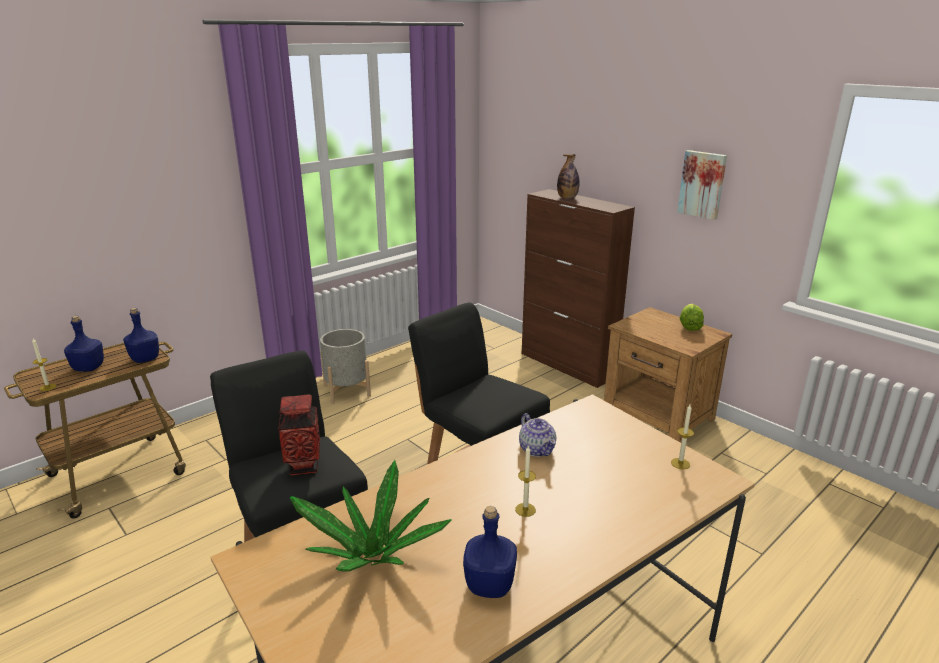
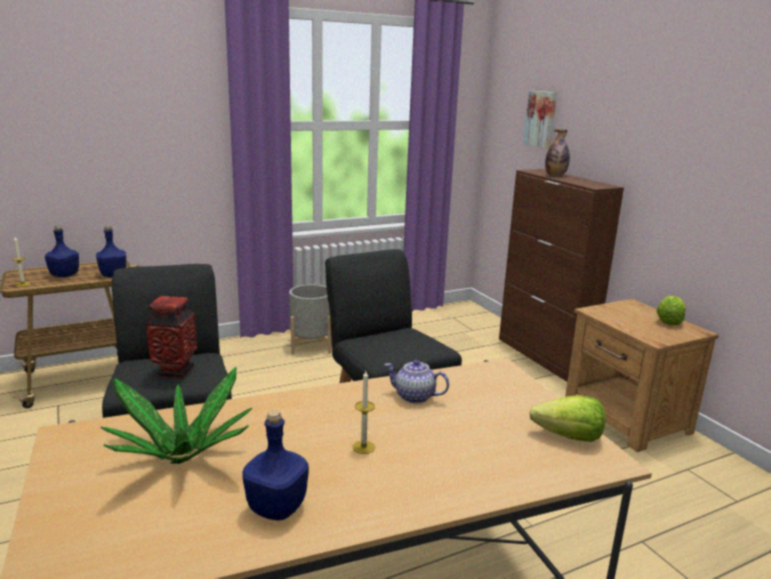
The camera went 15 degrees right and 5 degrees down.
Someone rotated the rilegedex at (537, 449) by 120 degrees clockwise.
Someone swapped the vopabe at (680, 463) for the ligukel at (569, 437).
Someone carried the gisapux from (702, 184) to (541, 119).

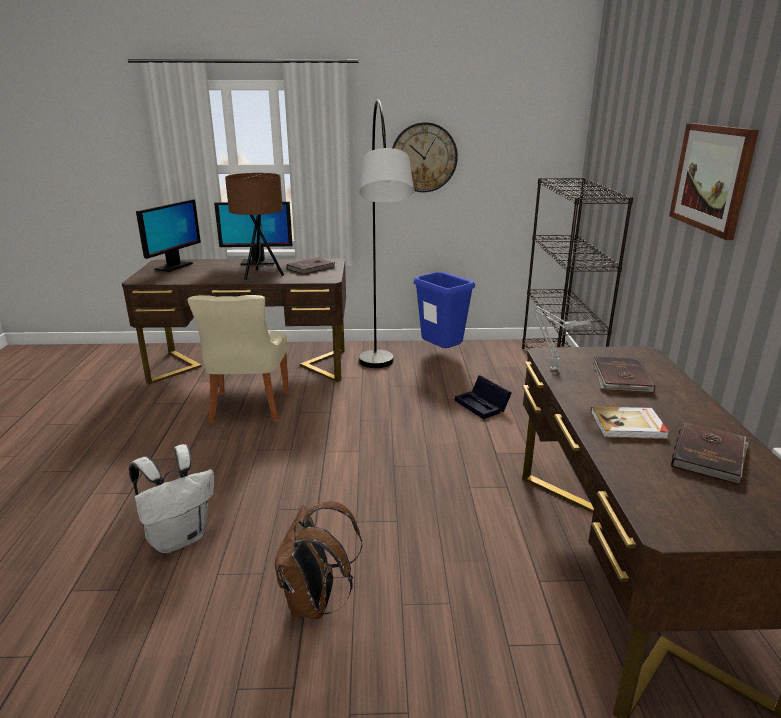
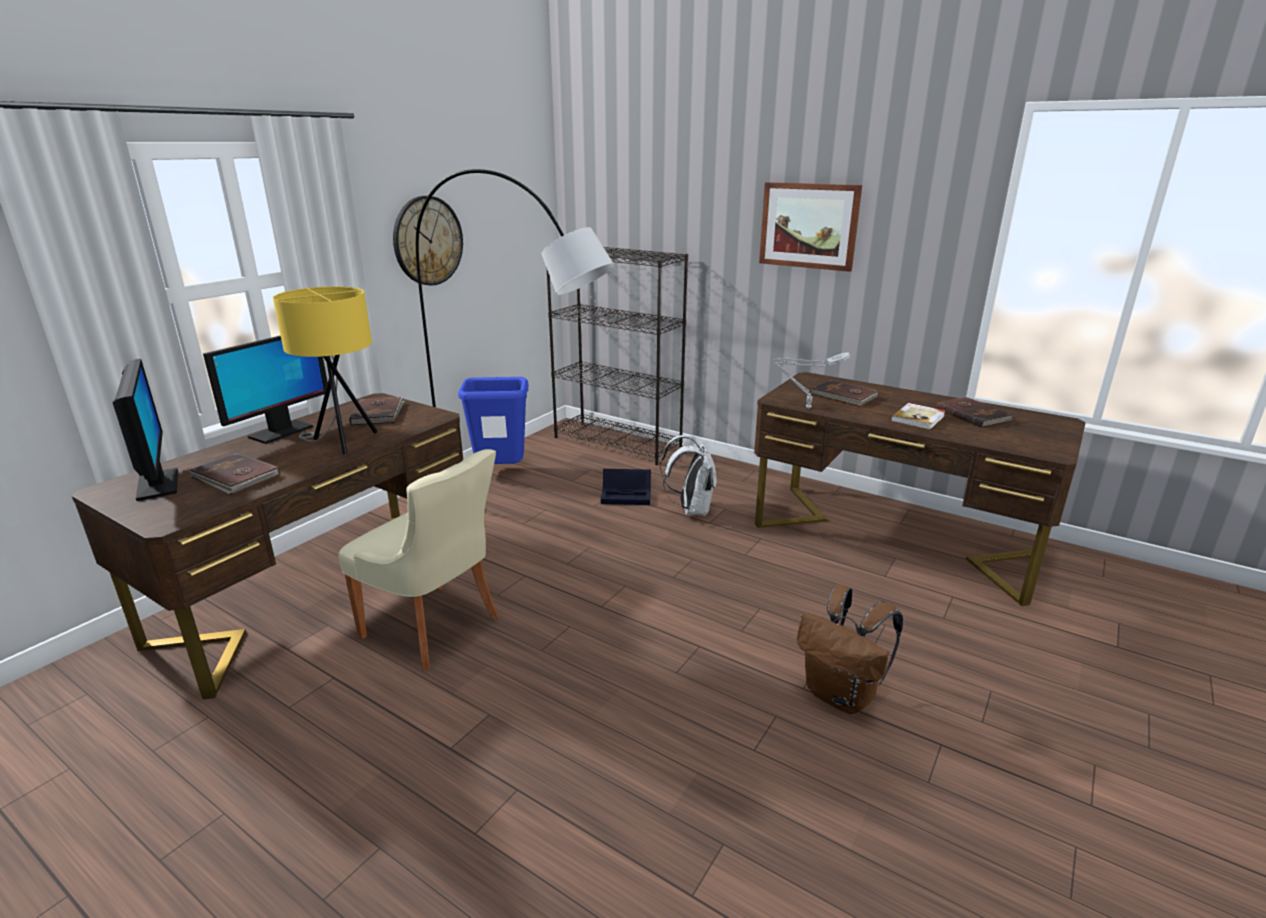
The camera went 55 degrees left and 0 degrees up.
Someone carried the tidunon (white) from (179, 537) to (691, 510).
Someone repainted the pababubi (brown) at (261, 275), which became the pababubi (yellow) at (343, 442).
Someone put down the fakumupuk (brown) at (235, 477).

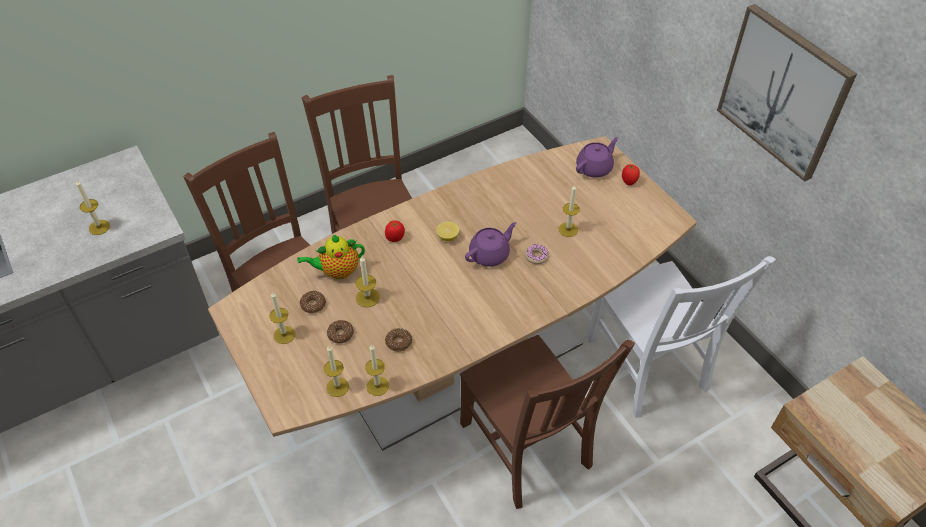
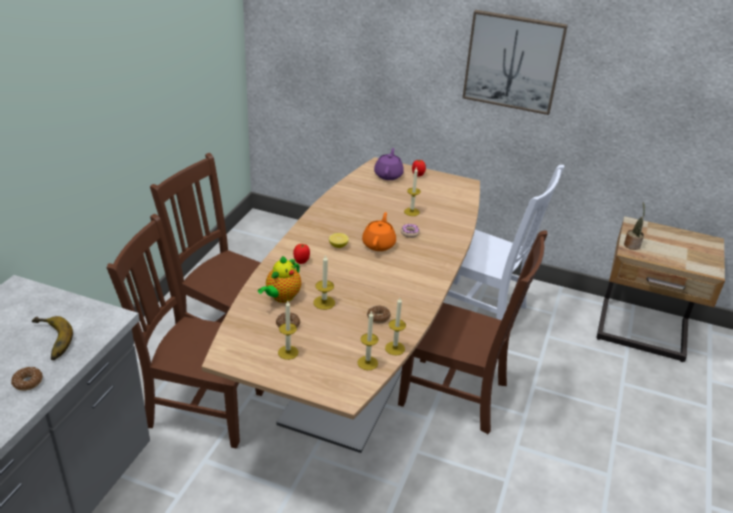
The camera went 40 degrees left and 15 degrees down.
Someone swapped the vopabe at (99, 227) for the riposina at (48, 341).
Someone carried the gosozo from (340, 334) to (28, 382).
Someone repainted the rilegedex (purple) at (490, 255), which became the rilegedex (orange) at (379, 244).
Someone put down the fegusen at (632, 244).

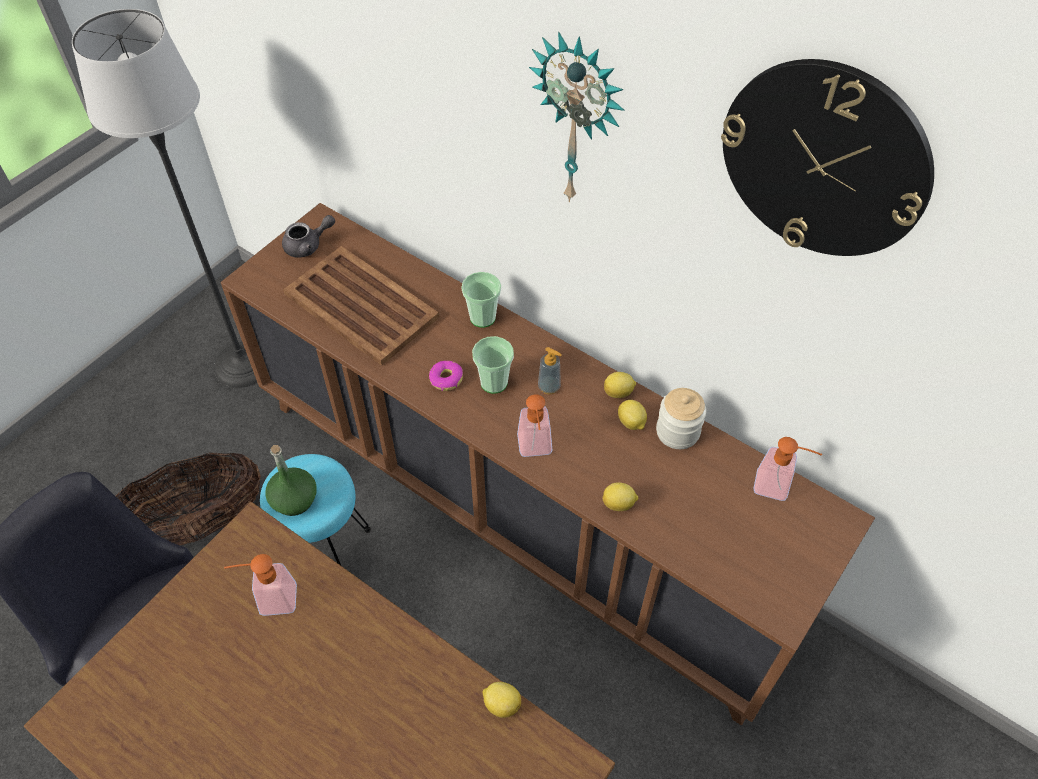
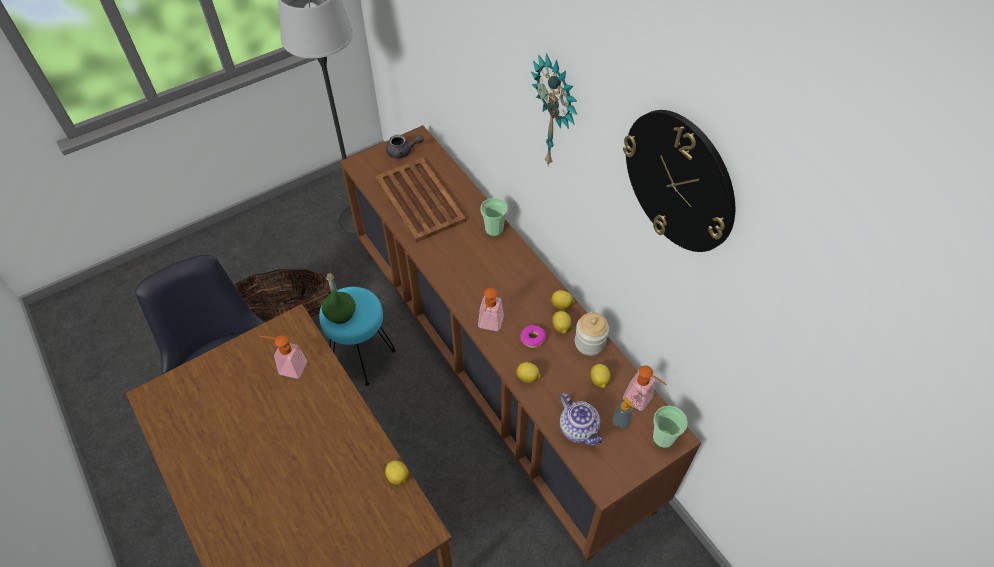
The camera went 20 degrees right and 0 degrees up.
Someone carried the gosozo from (446, 379) to (532, 338).
Someone carried the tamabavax from (494, 382) to (663, 438).
Someone carried the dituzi from (549, 387) to (620, 422).
Someone put down the rilegedex at (579, 429).
Someone put down the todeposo at (599, 380).

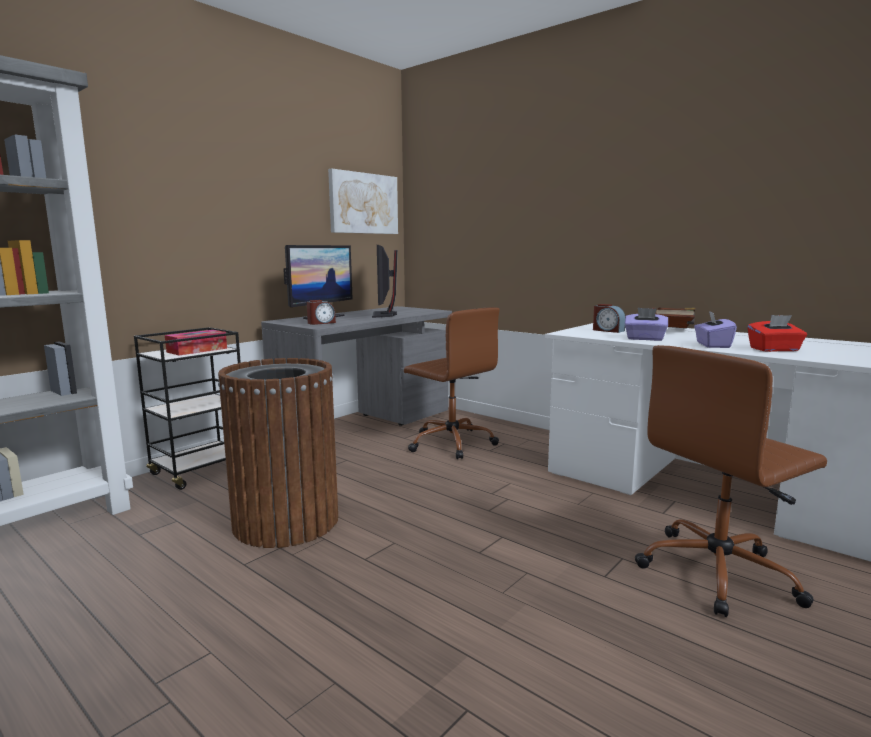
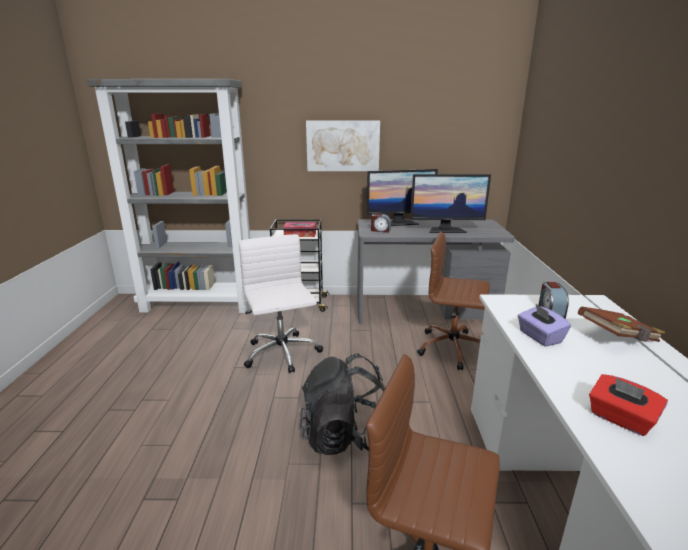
The camera went 50 degrees right and 10 degrees up.
Someone swapped the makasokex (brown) at (286, 521) for the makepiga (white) at (282, 354).
Someone carried the gisapux from (363, 203) to (343, 146).
Someone rotated the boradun at (384, 315) by 135 degrees counterclockwise.
Someone rotated the makepiga (brown) at (451, 443) by 105 degrees clockwise.
Someone took away the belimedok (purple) at (712, 345).
Someone put down the tidunon (black) at (345, 437).

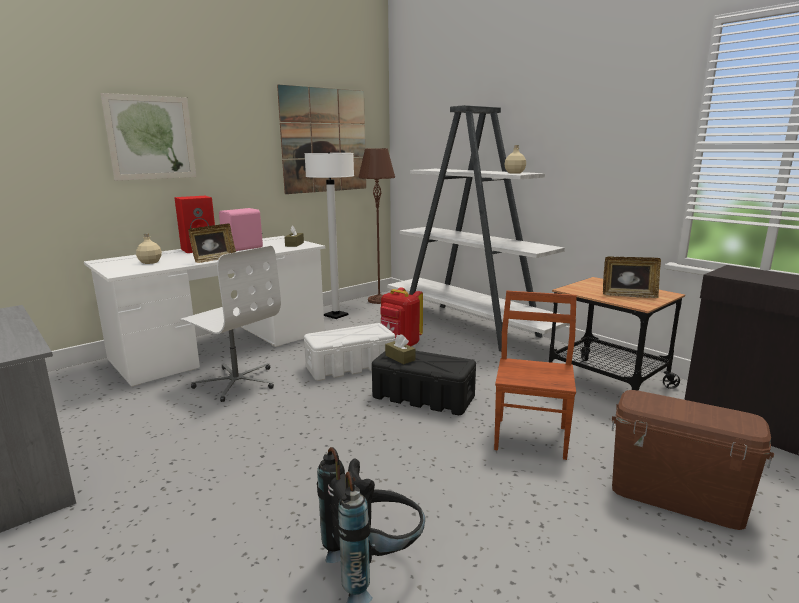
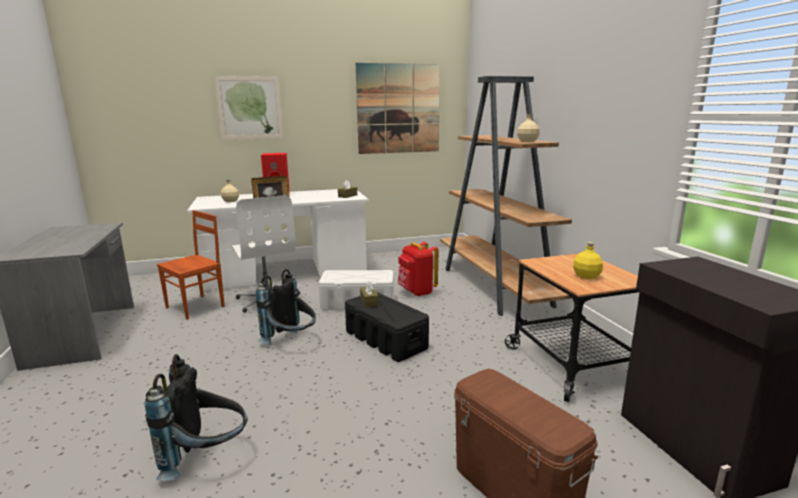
The camera went 25 degrees right and 0 degrees up.
Someone took away the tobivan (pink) at (244, 248).
Someone took away the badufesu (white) at (336, 315).
Someone took away the badufesu (brown) at (379, 300).
Someone repainted the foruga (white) at (471, 327), which became the foruga (brown) at (496, 287).
Someone carried the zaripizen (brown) from (532, 437) to (196, 307).
Someone swapped the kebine at (628, 295) for the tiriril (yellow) at (587, 276).
Someone put down the tidunon (black) at (291, 342).

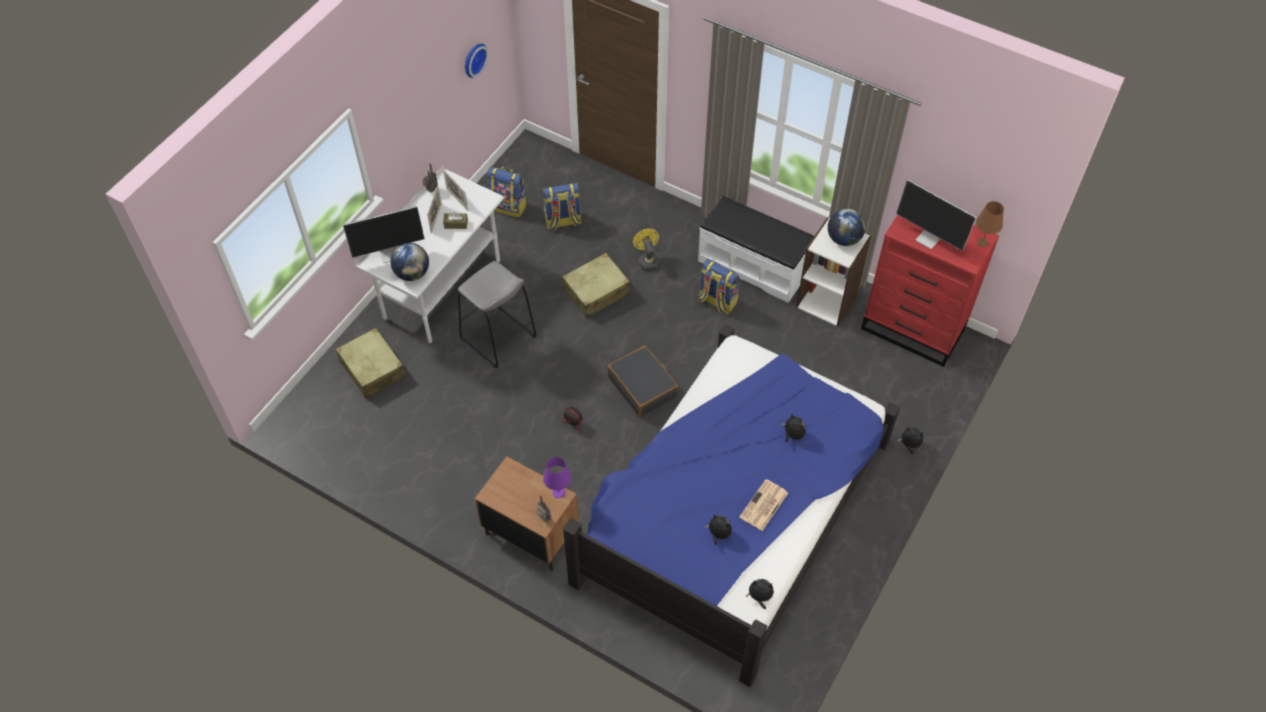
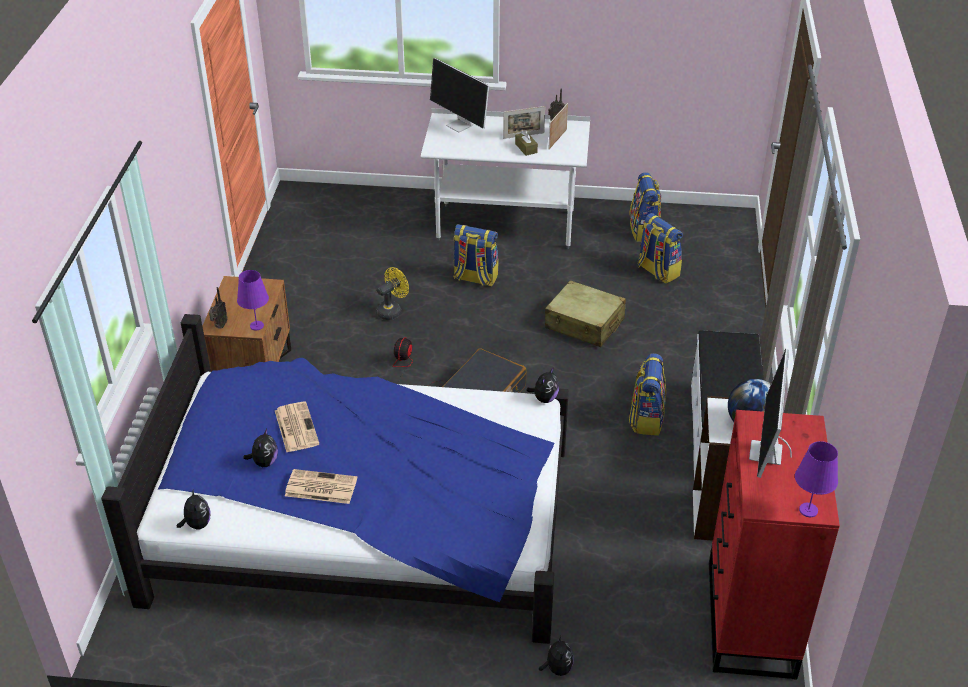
The camera went 65 degrees right and 15 degrees down.
Someone took away the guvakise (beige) at (372, 369).
Someone took away the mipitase at (412, 273).
Someone swapped the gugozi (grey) at (498, 338) for the tidunon at (475, 278).
Someone took away the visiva at (473, 59).
Someone carried the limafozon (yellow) from (647, 260) to (392, 310).
Someone carried the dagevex from (792, 435) to (544, 398).
Someone repainted the pababubi (brown) at (982, 242), which became the pababubi (purple) at (808, 510).
Someone put down the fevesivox at (296, 427).

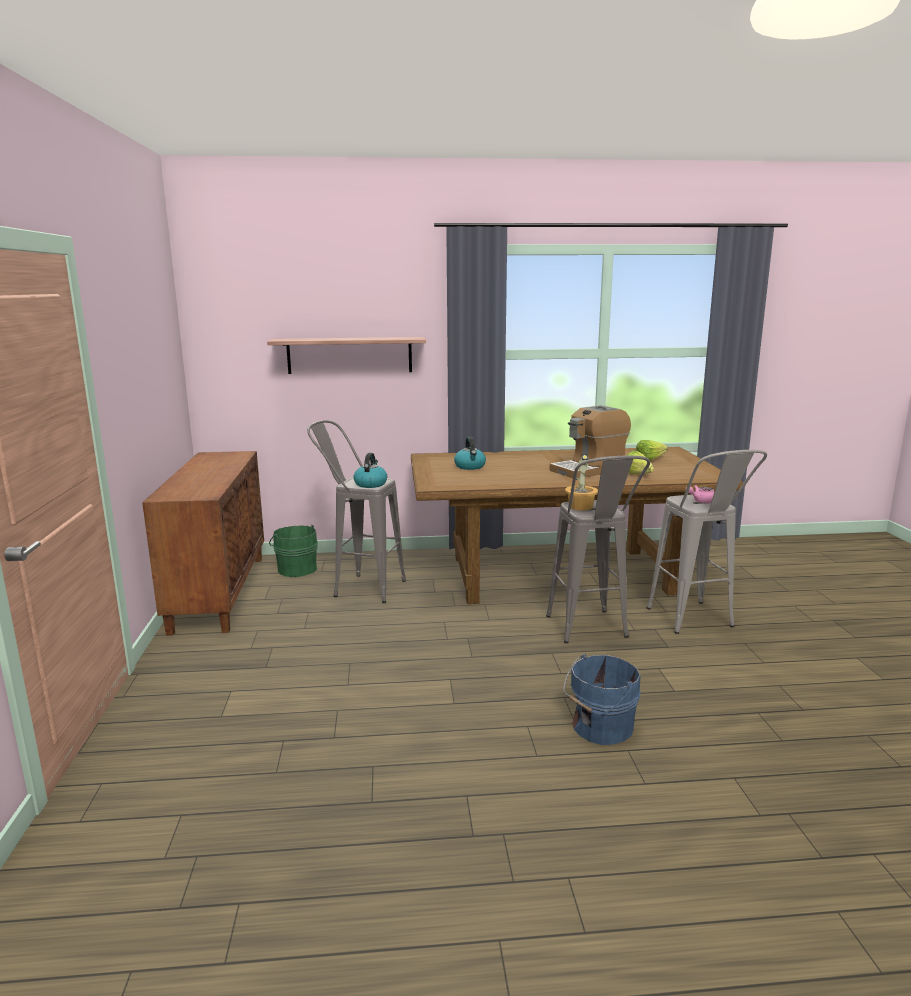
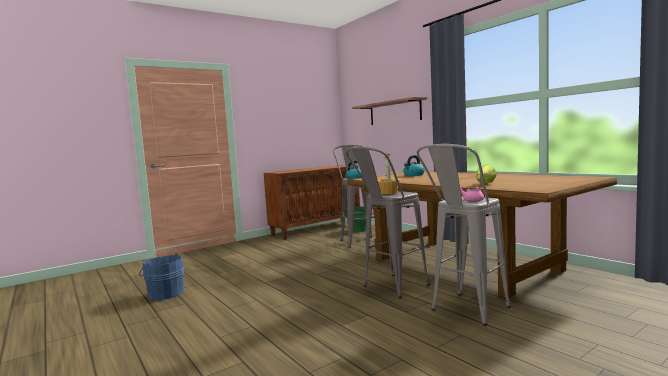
The camera went 60 degrees right and 10 degrees down.
Someone took away the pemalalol at (589, 470).
Someone carried the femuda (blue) from (599, 727) to (165, 293).
Someone took away the ligukel at (652, 460).

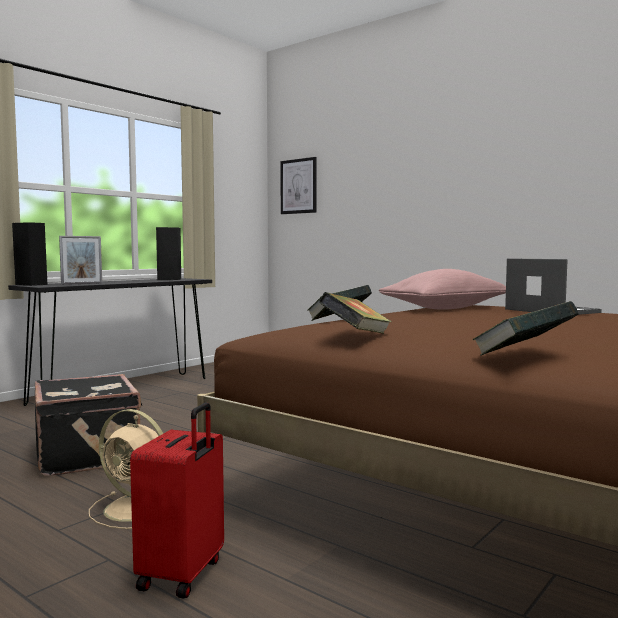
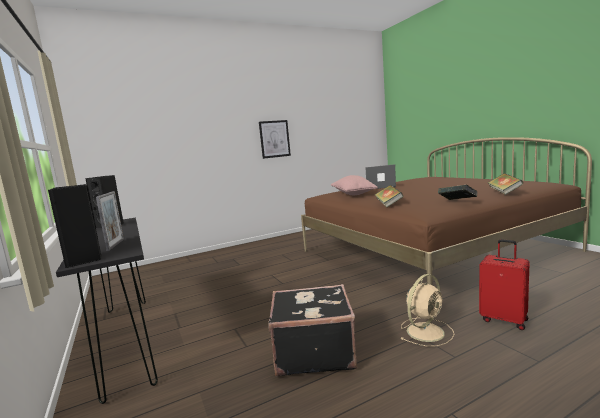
The camera went 65 degrees left and 5 degrees up.
Someone carried the gisapux from (298, 186) to (274, 139).

